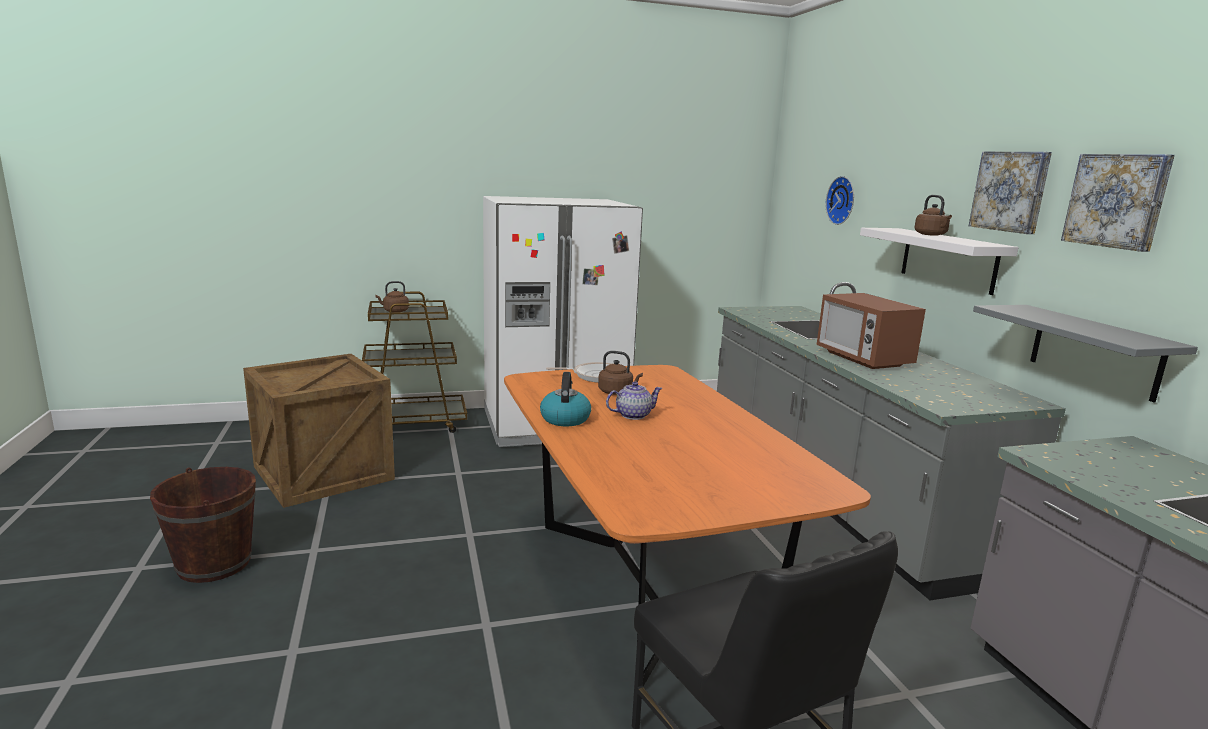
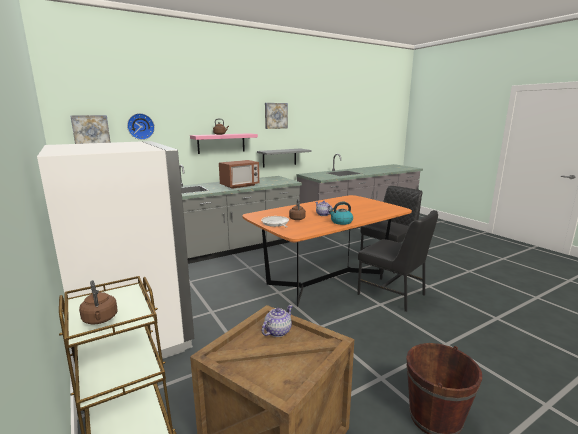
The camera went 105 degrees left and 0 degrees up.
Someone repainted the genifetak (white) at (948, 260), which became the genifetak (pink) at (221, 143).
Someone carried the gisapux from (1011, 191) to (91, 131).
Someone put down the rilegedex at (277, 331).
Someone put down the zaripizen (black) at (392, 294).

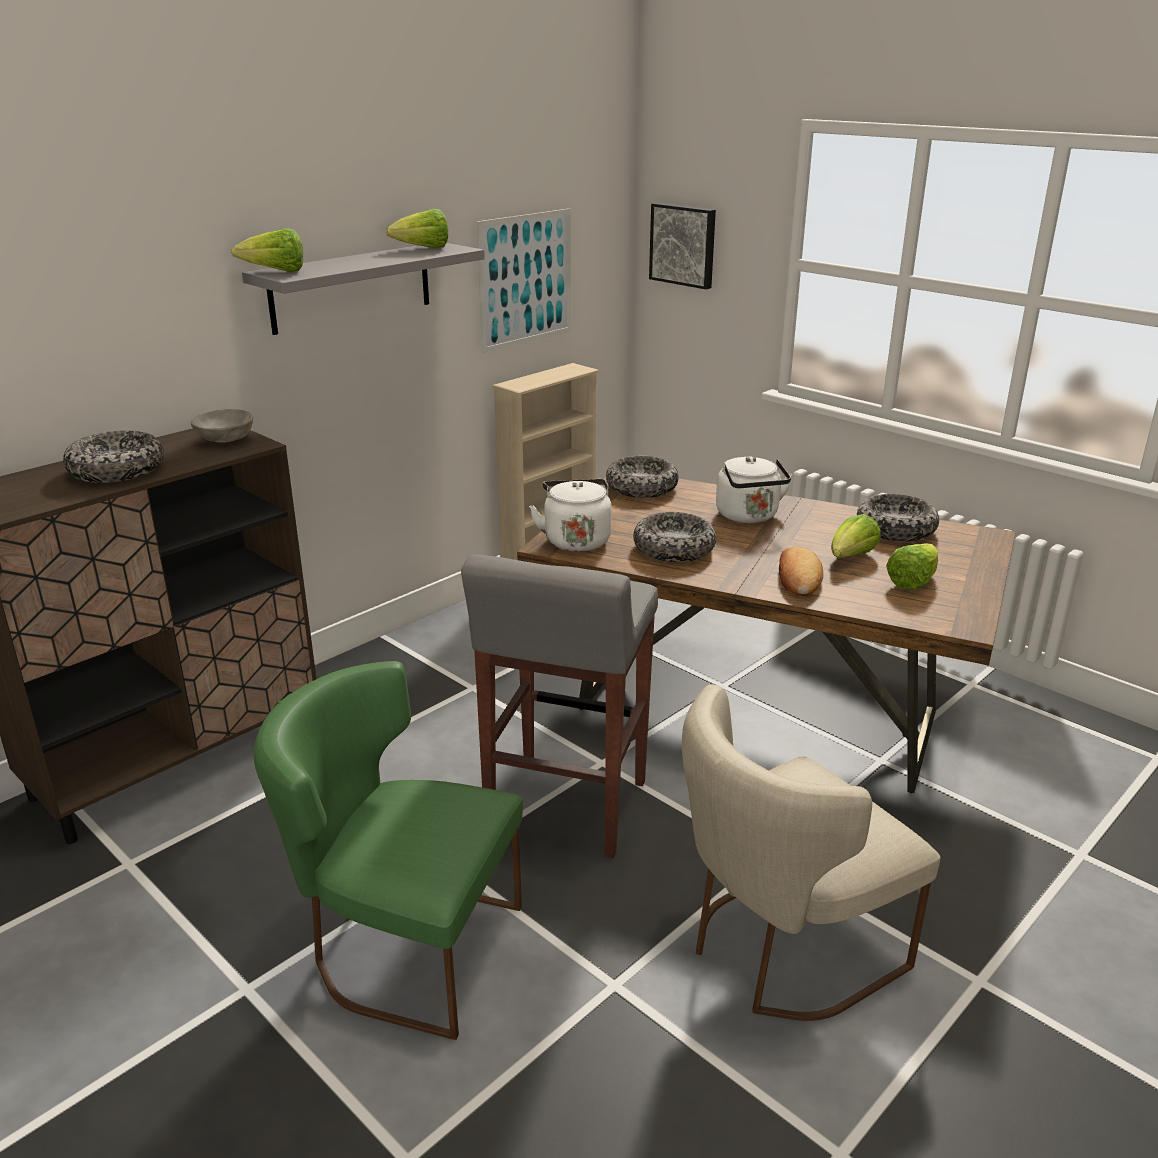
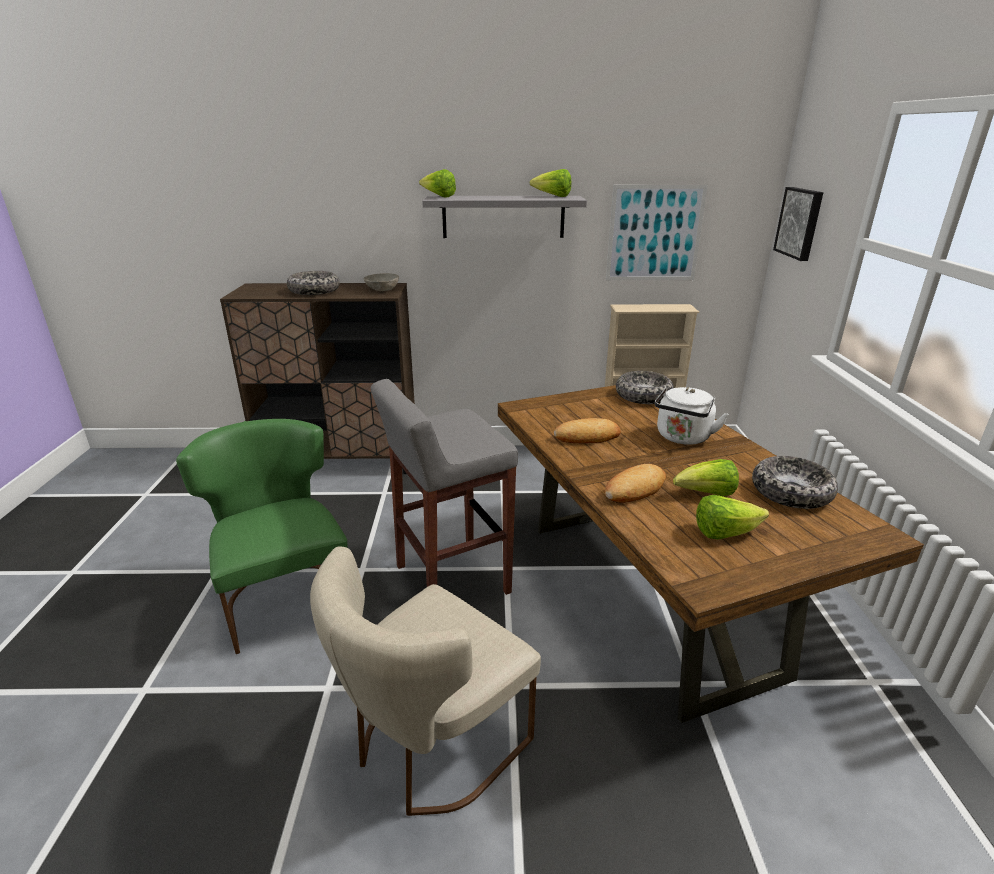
The camera went 45 degrees right and 0 degrees up.
Someone took away the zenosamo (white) at (576, 540).
Someone swapped the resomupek at (673, 549) for the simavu at (587, 436).
Someone rotated the zaripizen (beige) at (781, 951) by 60 degrees counterclockwise.

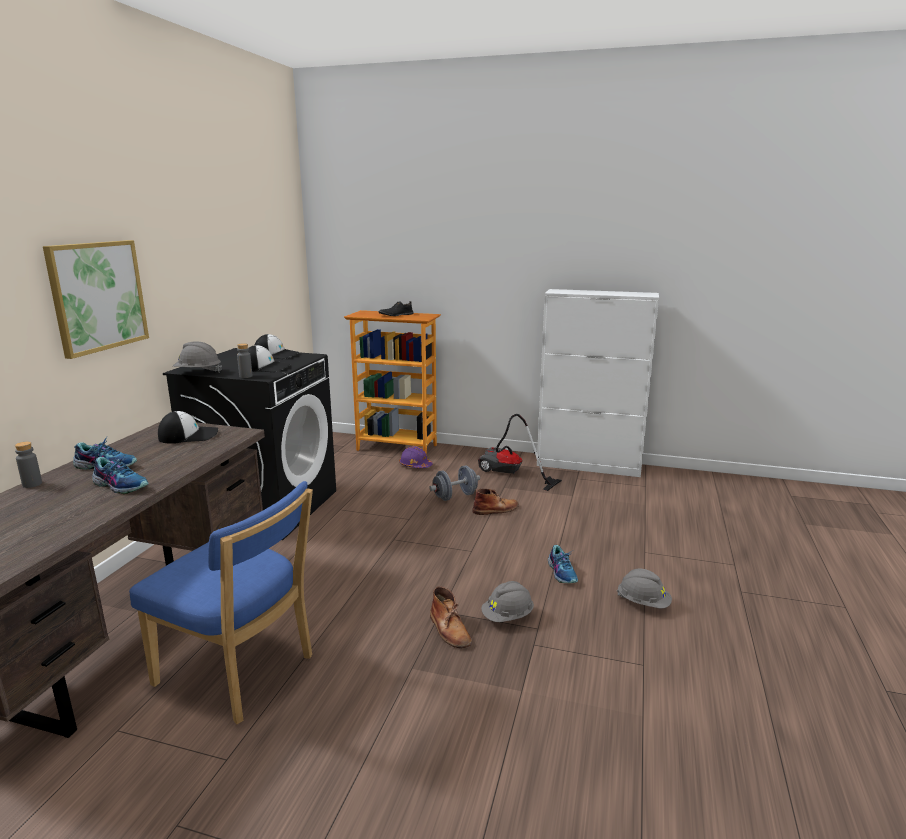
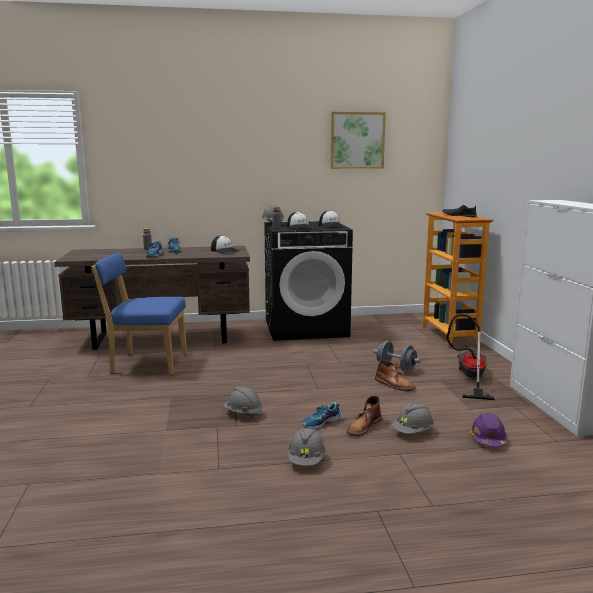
The camera went 65 degrees right and 5 degrees down.
Someone carried the gisapux from (97, 296) to (357, 140).
Someone rotated the zaripizen (blue) at (240, 673) by 90 degrees clockwise.
Someone carried the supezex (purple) from (415, 465) to (488, 439).
Someone carried the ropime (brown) from (449, 630) to (363, 426).
Someone put down the supezex (grey) at (413, 432).

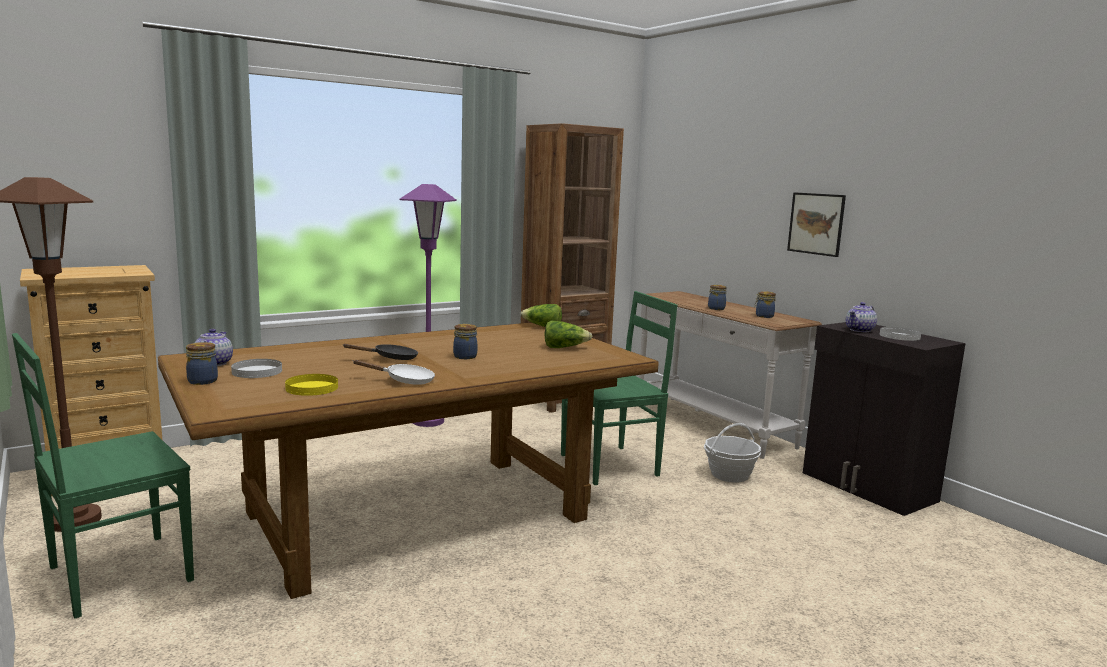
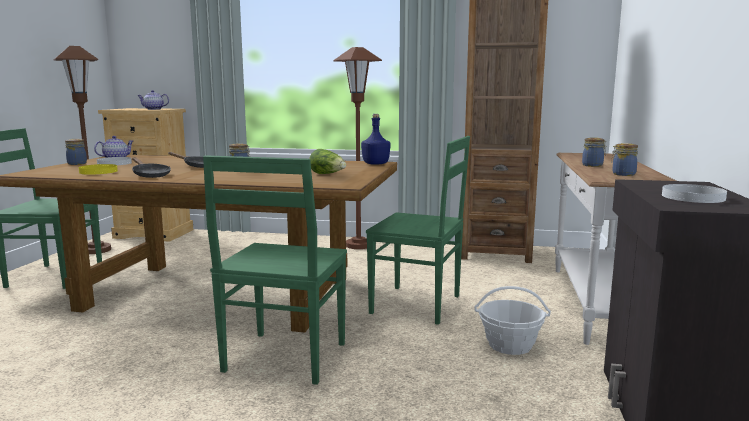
The camera went 45 degrees right and 0 degrees up.
Someone repainted the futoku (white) at (405, 381), which became the futoku (black) at (150, 175).
Someone repainted the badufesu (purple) at (428, 421), which became the badufesu (brown) at (358, 245).
Someone swapped the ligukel at (542, 327) for the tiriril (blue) at (375, 164).
Someone took away the gisapux at (816, 223).
Someone carried the rilegedex from (860, 330) to (153, 109).
Someone put down the zaripizen (green) at (283, 359).

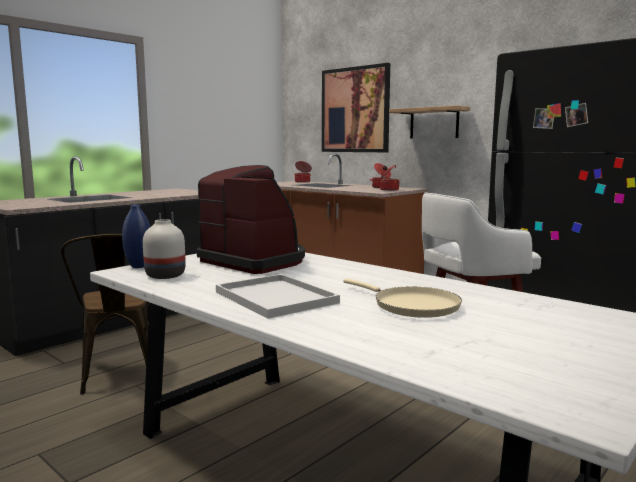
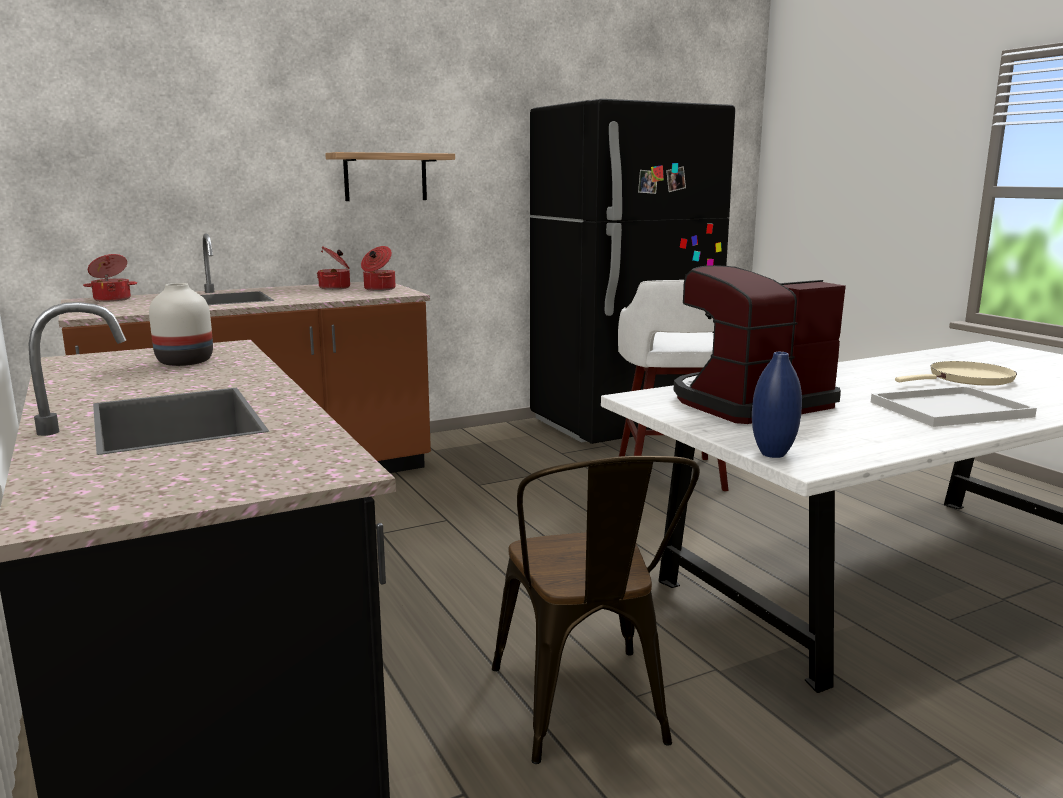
The camera went 70 degrees left and 5 degrees up.
Someone rotated the zaripizen (brown) at (120, 376) by 75 degrees clockwise.
Someone carried the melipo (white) from (166, 275) to (184, 361).
Someone took away the gisapux at (355, 110).

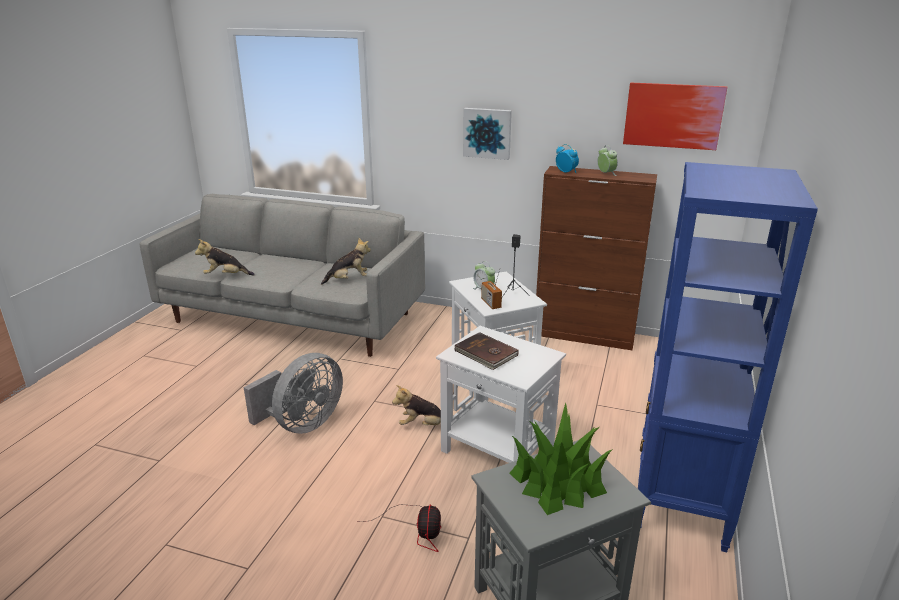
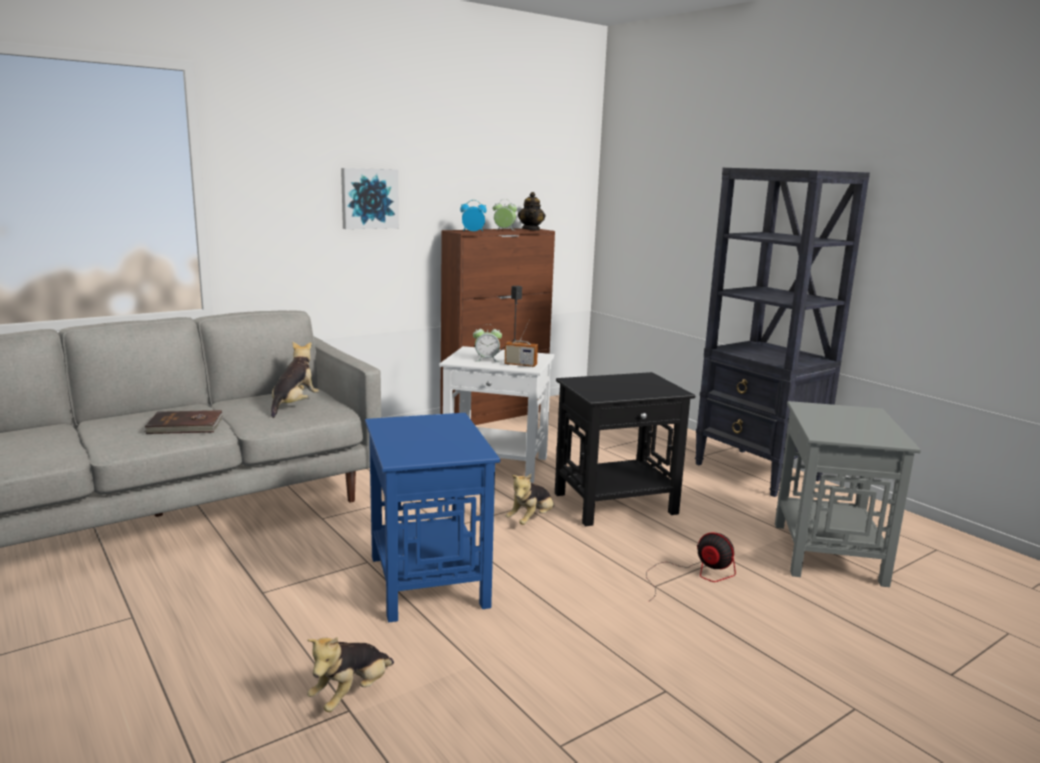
The camera went 55 degrees left and 10 degrees down.
Someone carried the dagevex from (226, 276) to (351, 694).
Someone swapped the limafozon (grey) at (302, 424) for the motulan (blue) at (428, 580).
Someone repainted the motulan (white) at (498, 450), which became the motulan (black) at (616, 503).
Someone carried the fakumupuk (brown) from (485, 353) to (185, 426).
Someone took away the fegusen at (558, 481).
Someone took away the gisapux at (673, 115).
Someone repainted the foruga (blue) at (679, 503), which became the foruga (black) at (757, 472).
Someone put down the rilegedex at (531, 229).

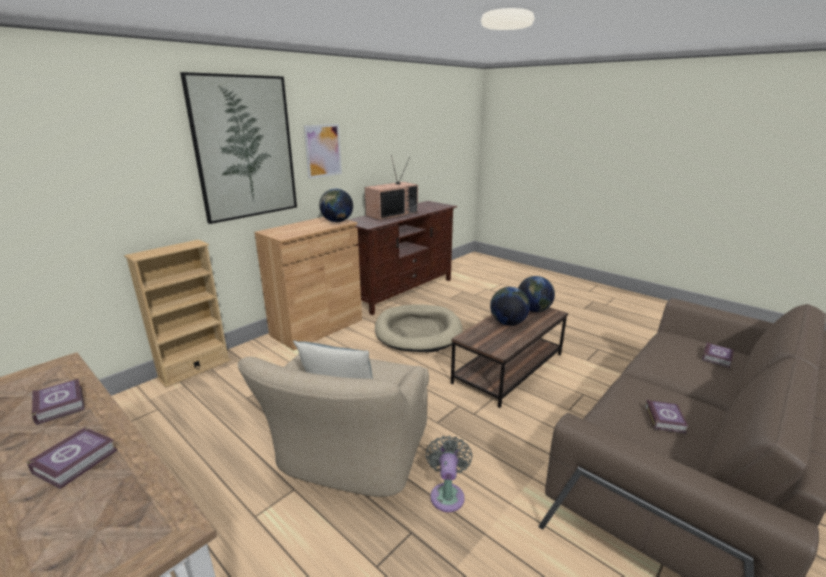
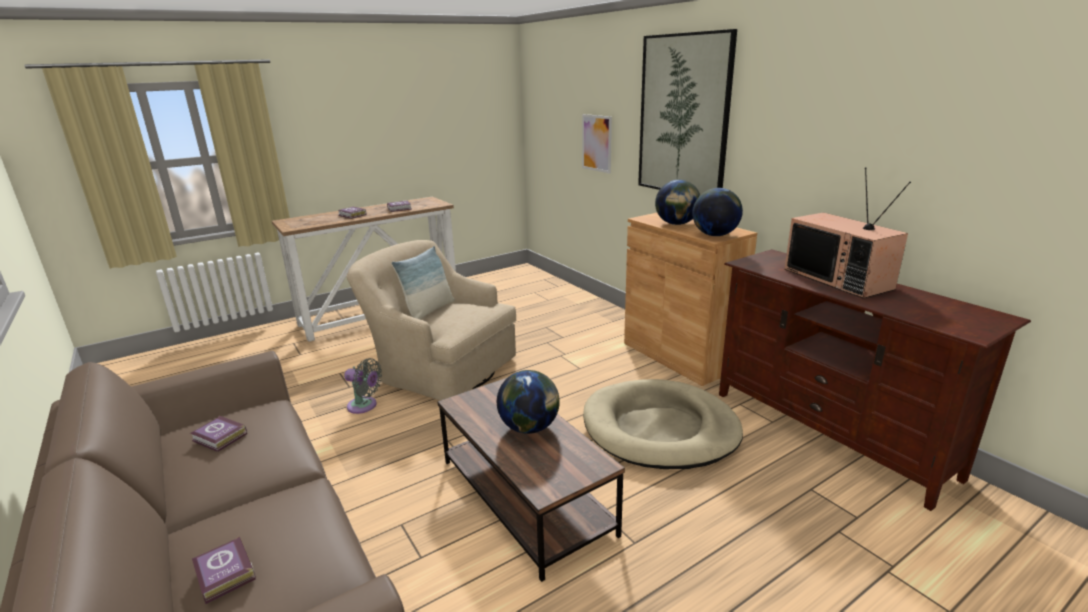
The camera went 105 degrees right and 0 degrees up.
Someone took away the foruga (beige) at (194, 369).
Someone carried the gisapux from (323, 150) to (596, 143).
Someone carried the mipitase from (534, 310) to (676, 224).

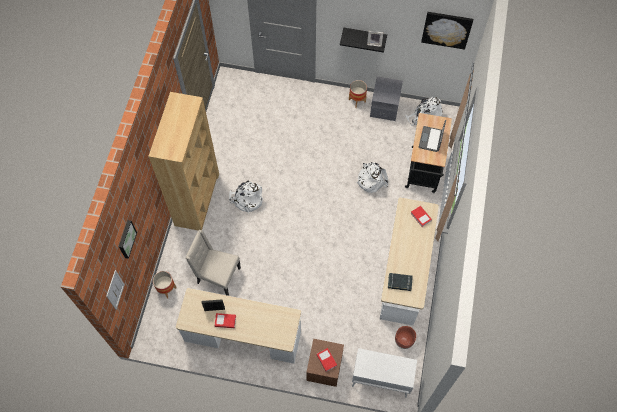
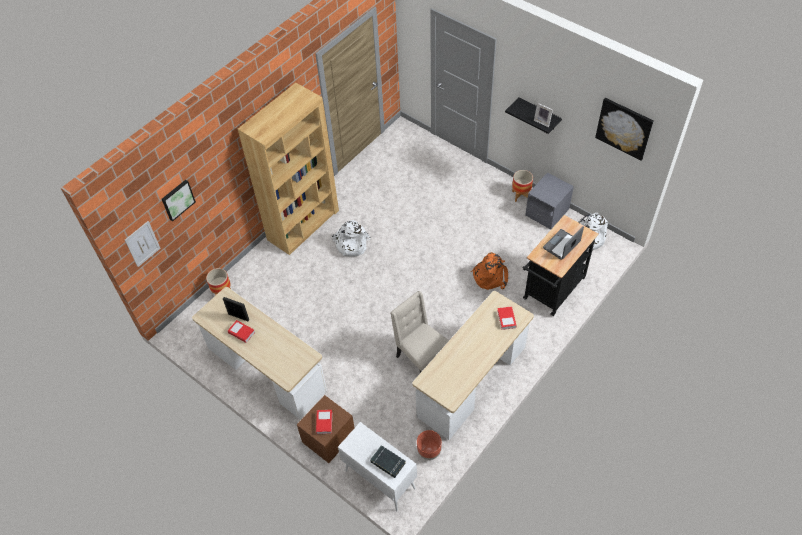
The camera went 30 degrees right and 10 degrees down.
Someone carried the zaripizen (beige) from (217, 276) to (421, 359).
Someone repainted the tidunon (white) at (371, 179), which became the tidunon (orange) at (490, 276).
Someone carried the fakumupuk (black) from (399, 283) to (387, 462).

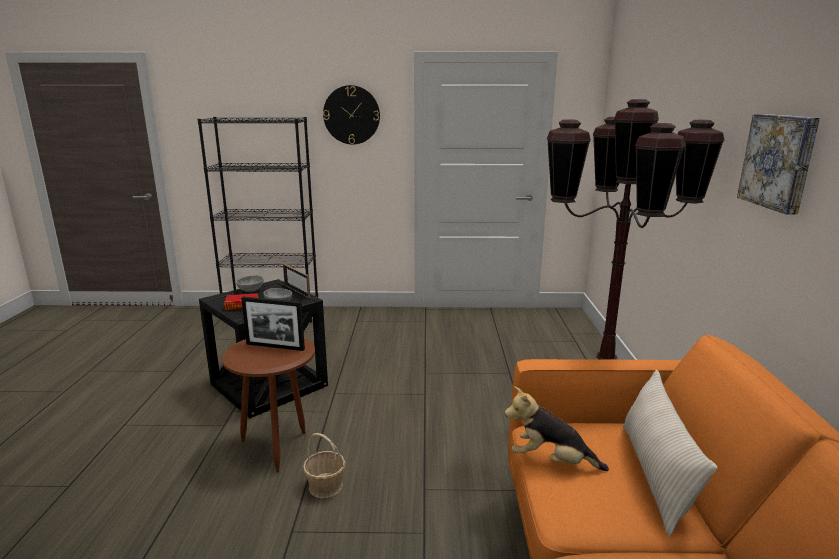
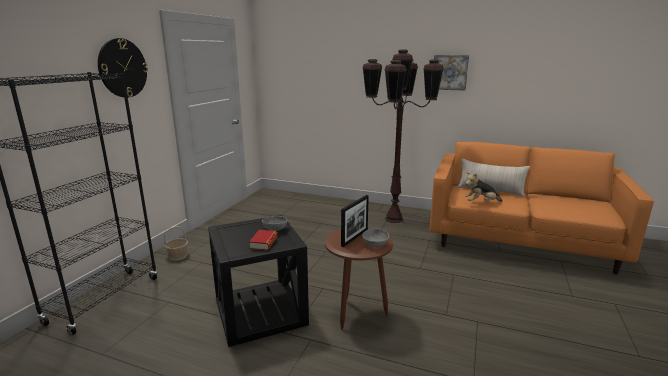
The camera went 70 degrees left and 0 degrees up.
Someone carried the resomupek (grey) from (250, 290) to (376, 245).
Someone took away the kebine at (297, 291).
Someone carried the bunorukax from (325, 486) to (178, 256).
Someone rotated the dagevex at (551, 461) by 45 degrees clockwise.

